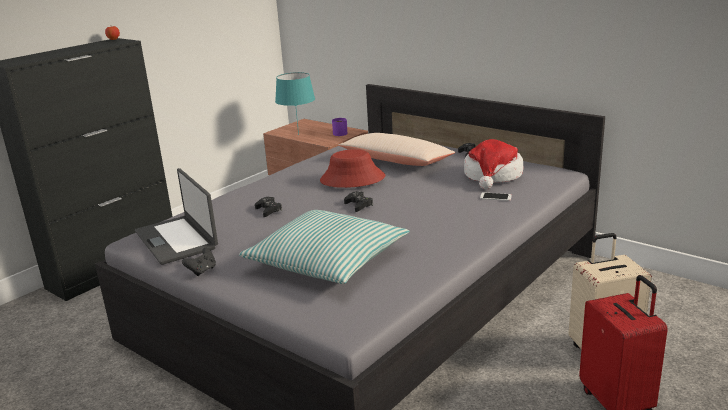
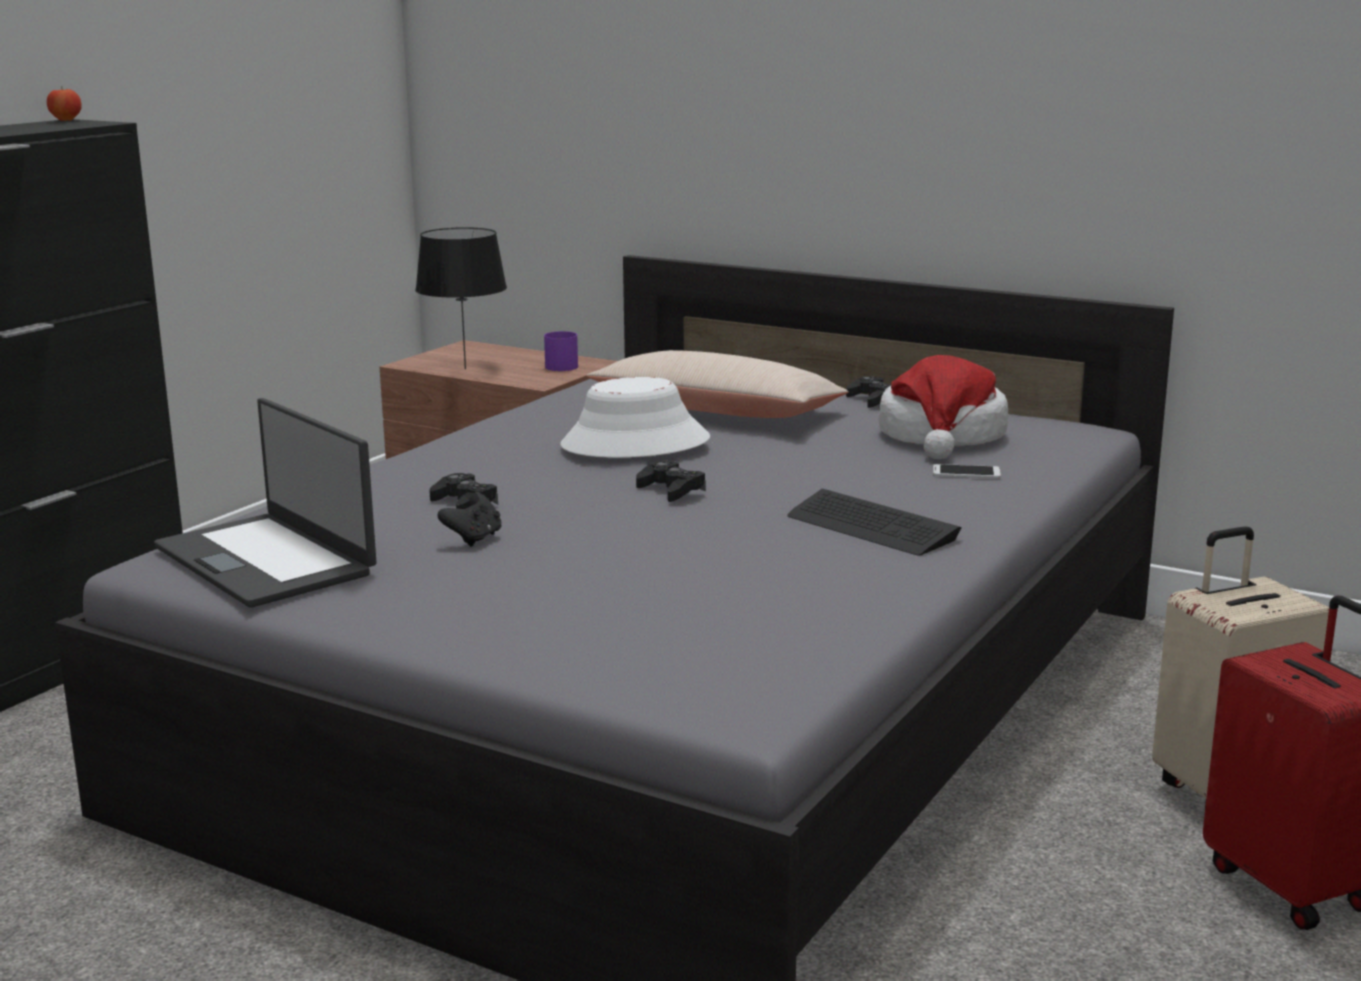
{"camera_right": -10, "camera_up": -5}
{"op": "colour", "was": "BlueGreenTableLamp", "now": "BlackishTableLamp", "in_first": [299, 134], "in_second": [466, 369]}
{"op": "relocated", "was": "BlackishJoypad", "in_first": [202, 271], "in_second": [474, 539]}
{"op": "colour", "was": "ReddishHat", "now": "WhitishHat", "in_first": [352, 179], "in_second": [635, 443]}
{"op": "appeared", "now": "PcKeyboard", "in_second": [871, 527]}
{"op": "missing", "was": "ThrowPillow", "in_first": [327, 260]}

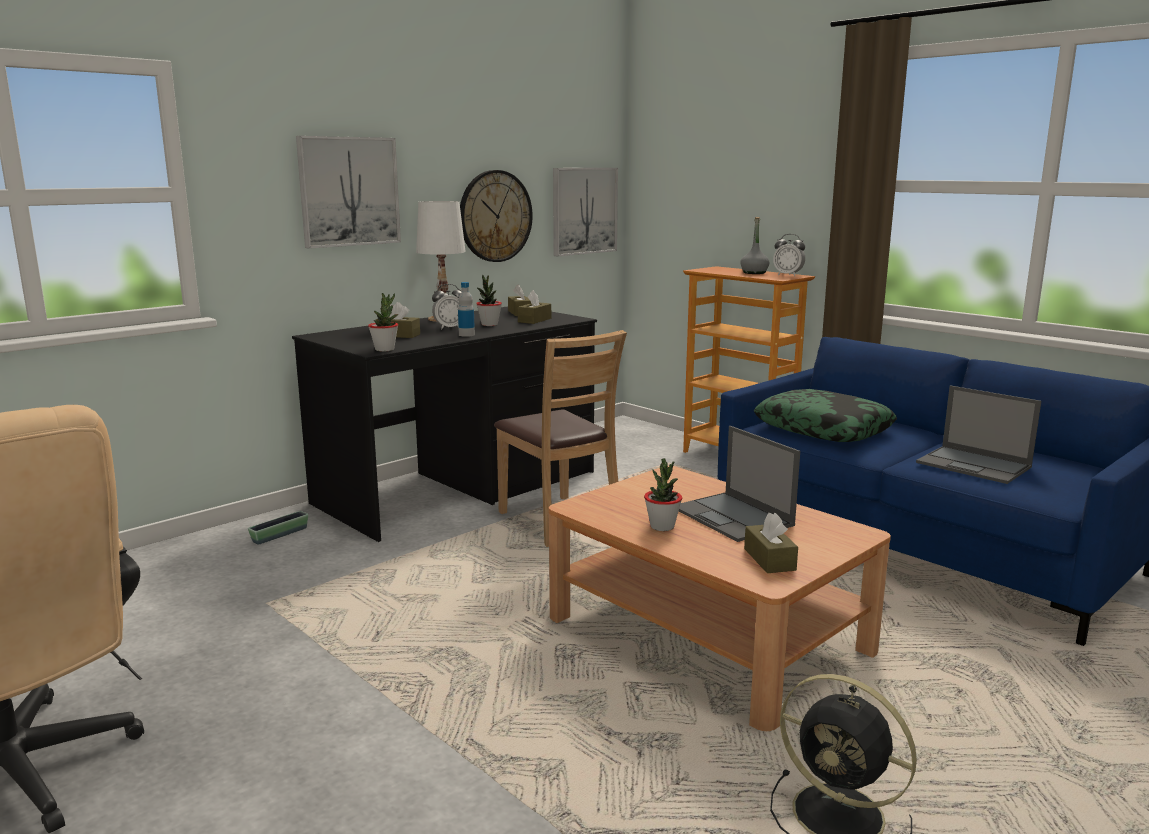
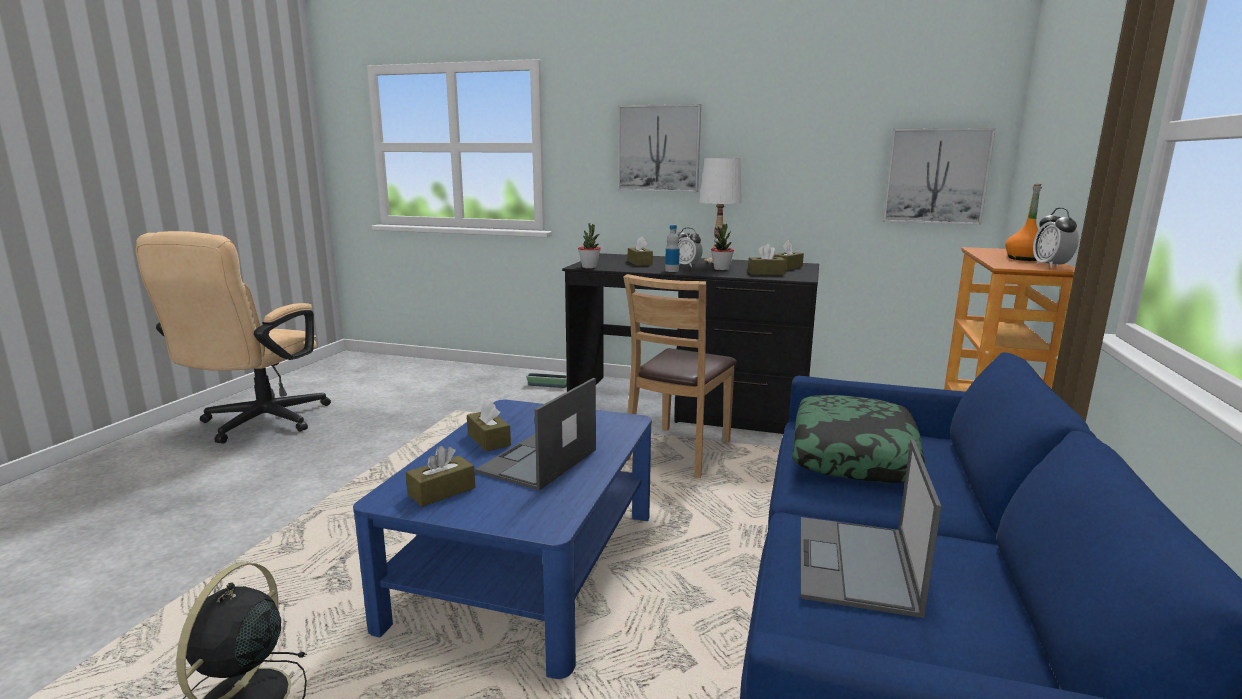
{"camera_right": 60, "camera_up": 0}
{"op": "colour", "was": "BrownLoungeTable", "now": "BluishLoungeTable", "in_first": [708, 634], "in_second": [528, 566]}
{"op": "exchanged", "was": "Houseplant", "now": "BrownBoxOfTissues", "in_first": [662, 527], "in_second": [489, 440]}
{"op": "colour", "was": "GrayBeverageBottle", "now": "OrangeyBeverageBottle", "in_first": [754, 273], "in_second": [1024, 259]}
{"op": "missing", "was": "WallClock", "in_first": [495, 216]}

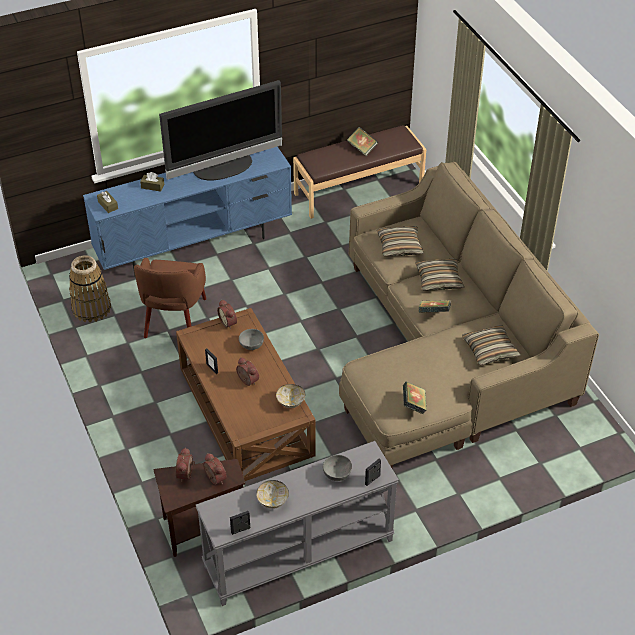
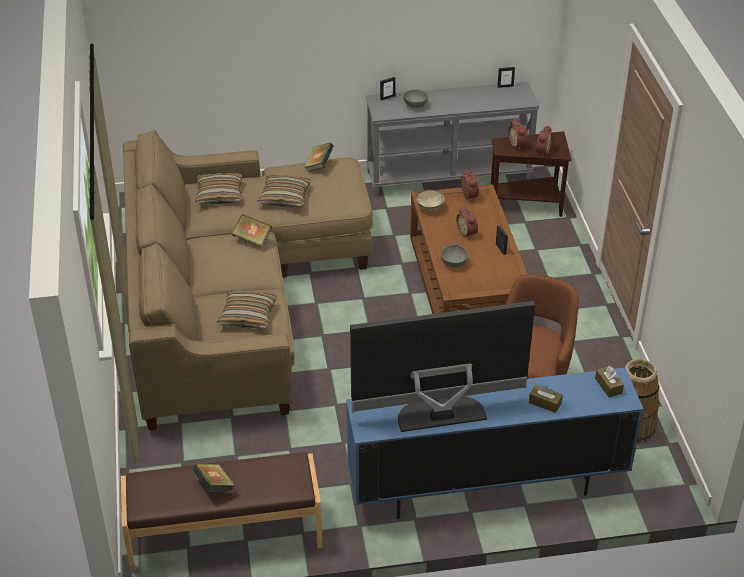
{"camera_right": -165, "camera_up": -5}
{"op": "relocated", "was": "ThrowPillow", "in_first": [439, 280], "in_second": [284, 197]}
{"op": "relocated", "was": "AlarmClock", "in_first": [229, 322], "in_second": [467, 196]}
{"op": "missing", "was": "Bowl", "in_first": [272, 501]}

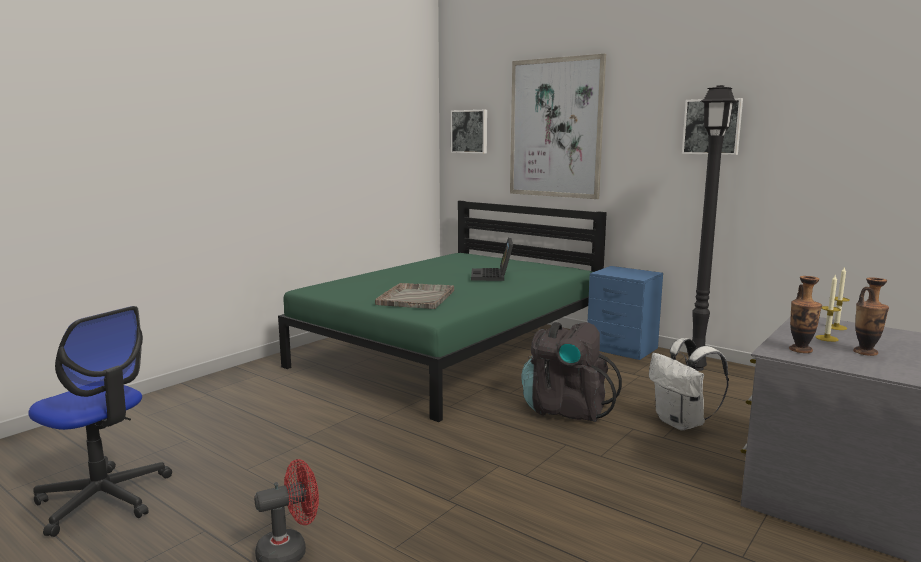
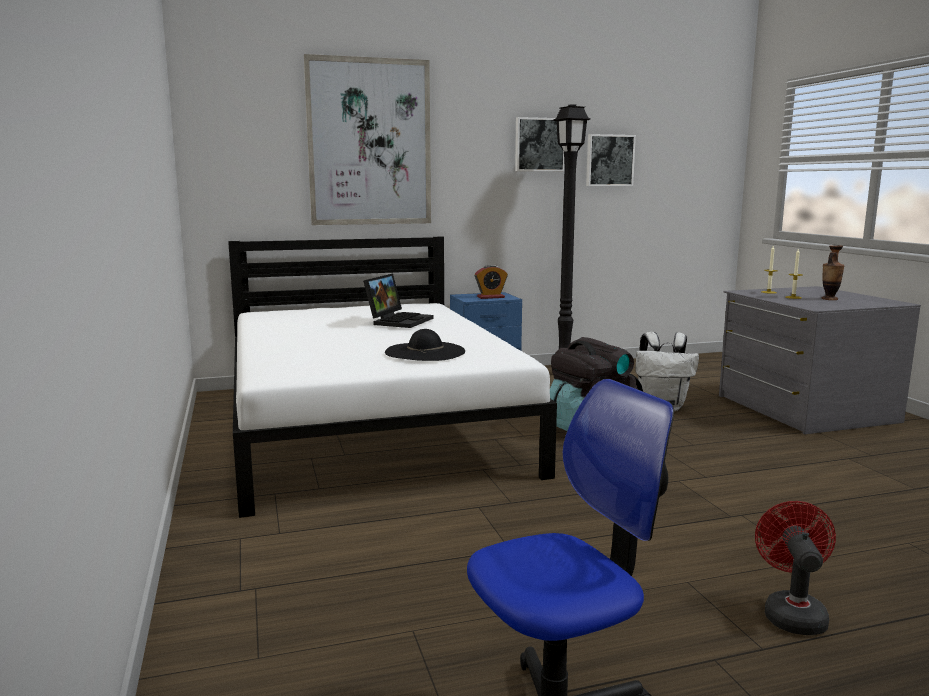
{"camera_right": -55, "camera_up": 0}
{"op": "colour", "was": "GreenishBed", "now": "WhitishBed", "in_first": [452, 351], "in_second": [369, 426]}
{"op": "spun", "was": "Laptop", "in_first": [492, 276], "in_second": [398, 321], "clockwise": -105}
{"op": "exchanged", "was": "GrayTray", "now": "BlackishHat", "in_first": [416, 297], "in_second": [425, 352]}
{"op": "appeared", "now": "AlarmClock", "in_second": [490, 297]}
{"op": "relocated", "was": "WallArt", "in_first": [470, 131], "in_second": [609, 160]}
{"op": "missing", "was": "FlowerVase", "in_first": [800, 350]}

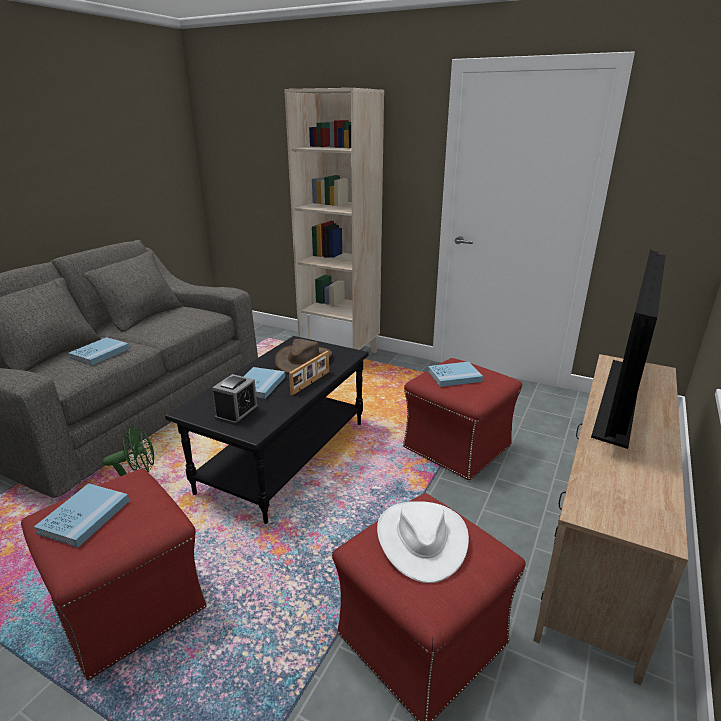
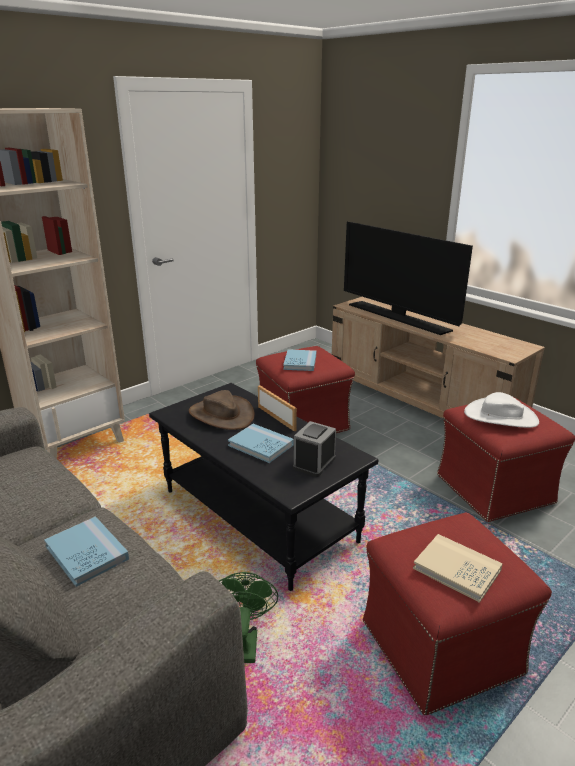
{"camera_right": -70, "camera_up": 0}
{"op": "spun", "was": "AlarmClock", "in_first": [237, 413], "in_second": [314, 463], "clockwise": -105}
{"op": "colour", "was": "BluishBook", "now": "SandColouredBook", "in_first": [84, 516], "in_second": [456, 569]}

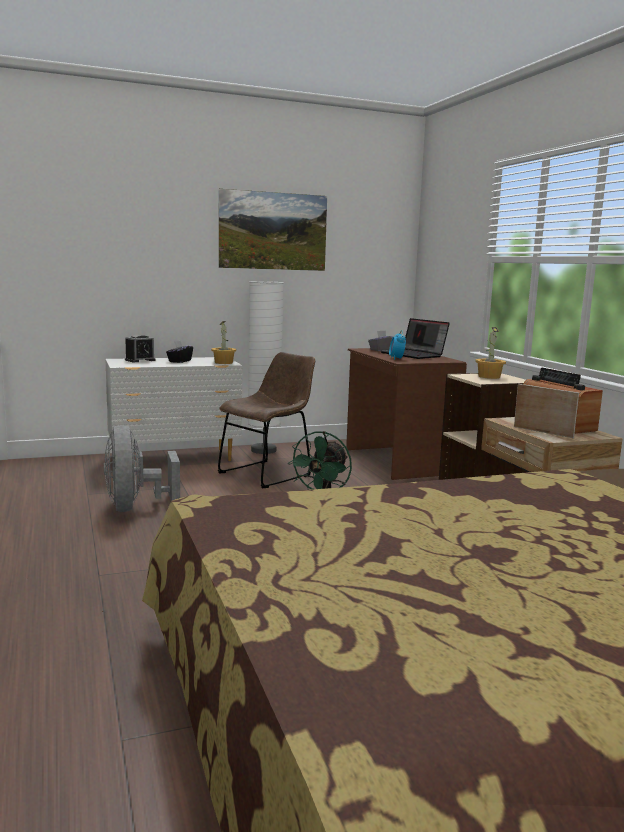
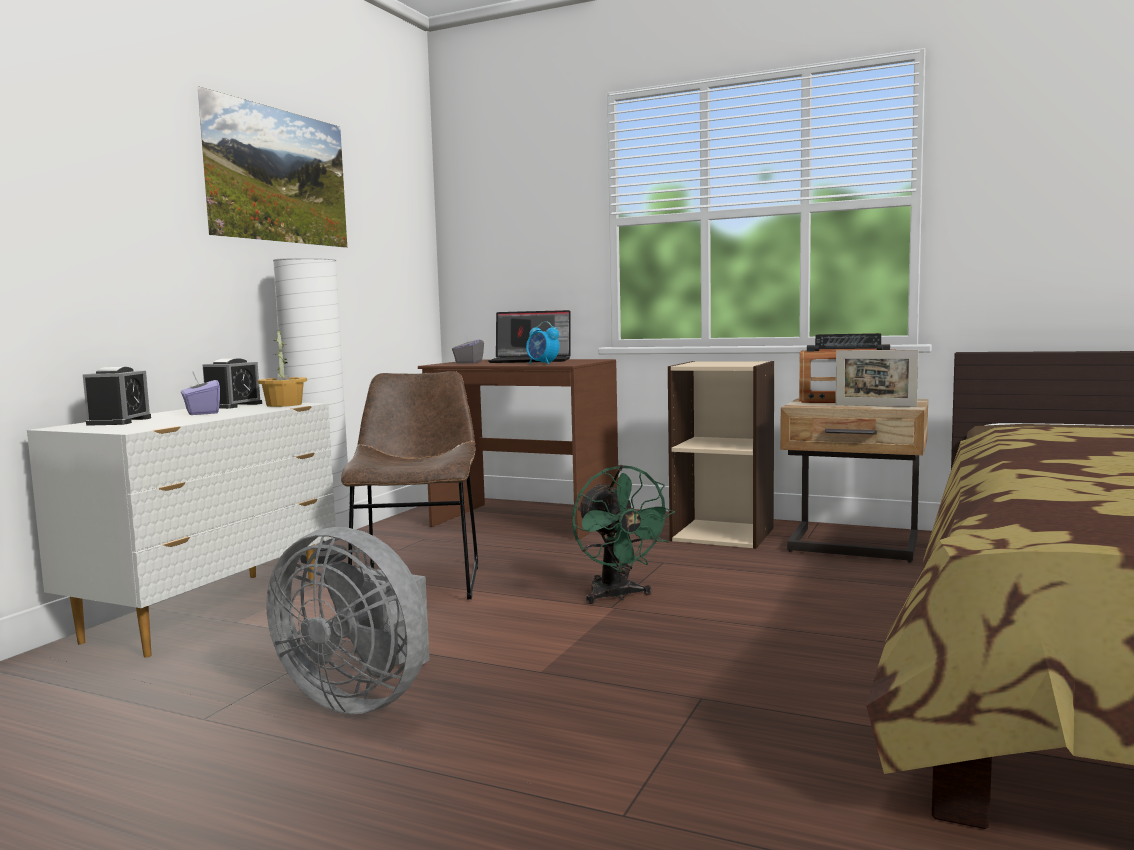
{"camera_right": -45, "camera_up": -5}
{"op": "colour", "was": "BlackishBoxOfTissues", "now": "PurpleColouredBoxOfTissues", "in_first": [179, 361], "in_second": [201, 413]}
{"op": "appeared", "now": "AlarmClock", "in_second": [233, 405]}
{"op": "spun", "was": "PhotoFrame", "in_first": [542, 432], "in_second": [875, 406], "clockwise": -150}
{"op": "missing", "was": "Houseplant", "in_first": [489, 376]}

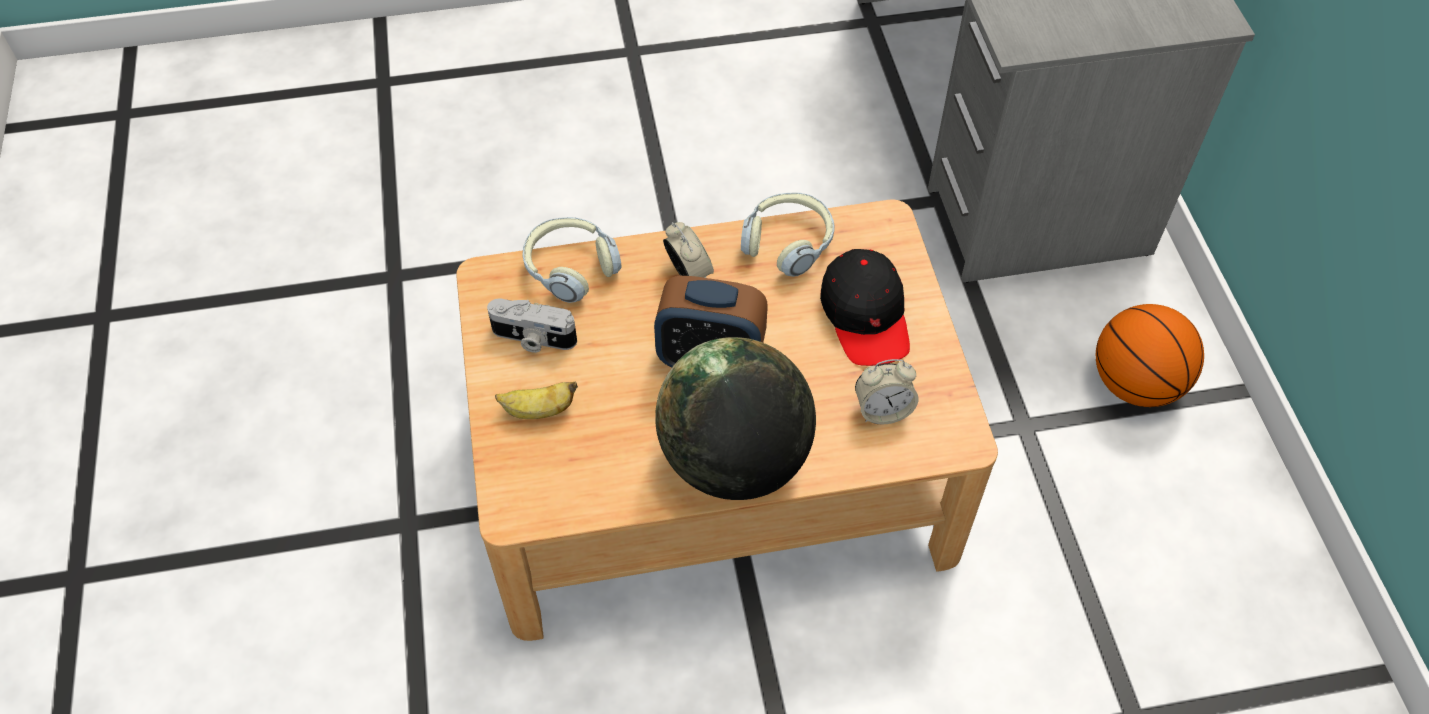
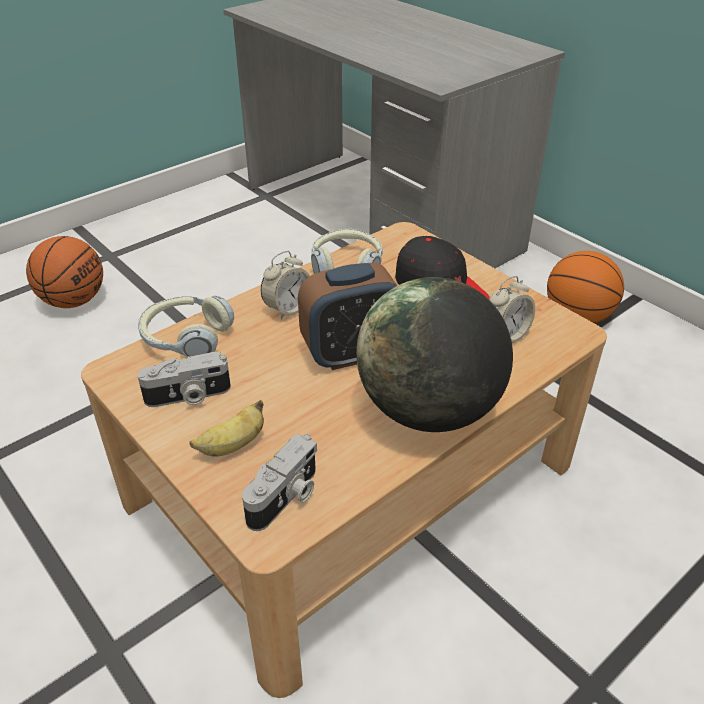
{"camera_right": -30, "camera_up": -15}
{"op": "appeared", "now": "Basketball", "in_second": [73, 301]}
{"op": "appeared", "now": "PhotoCamera", "in_second": [286, 497]}
{"op": "spun", "was": "AlarmClock", "in_first": [688, 273], "in_second": [288, 309], "clockwise": 105}

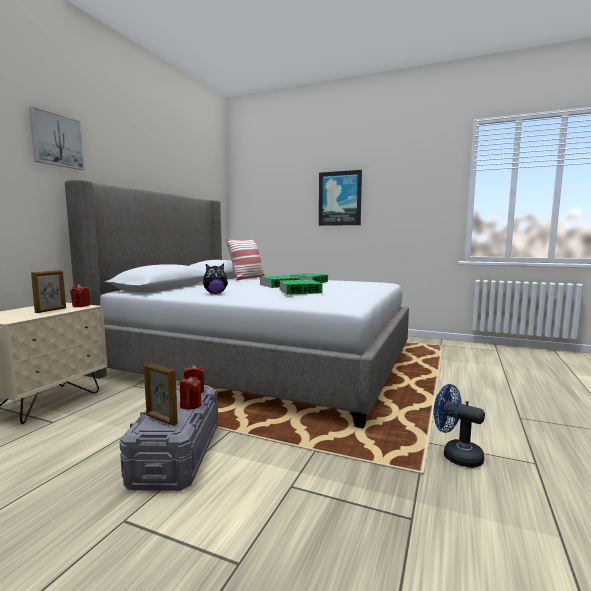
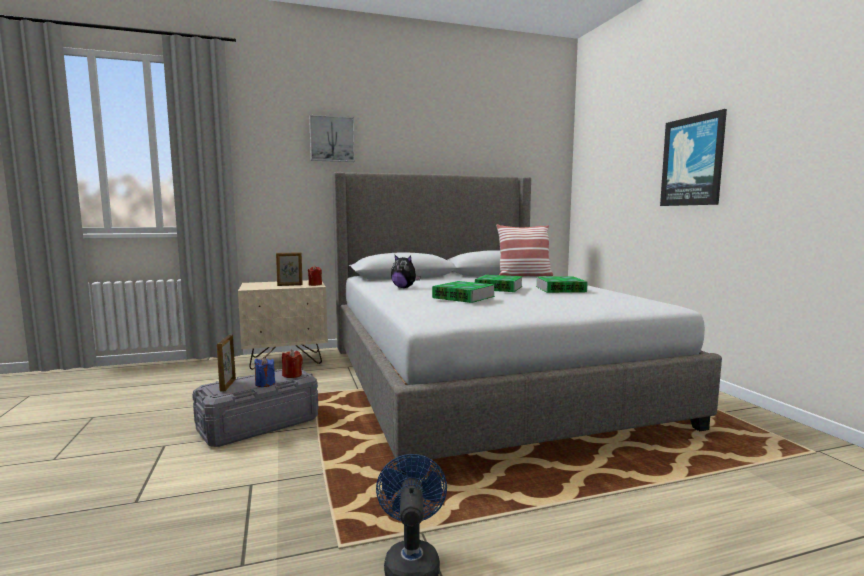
{"camera_right": 50, "camera_up": 0}
{"op": "colour", "was": "ReddishWaxLight", "now": "BluishWaxLight", "in_first": [191, 405], "in_second": [265, 384]}

